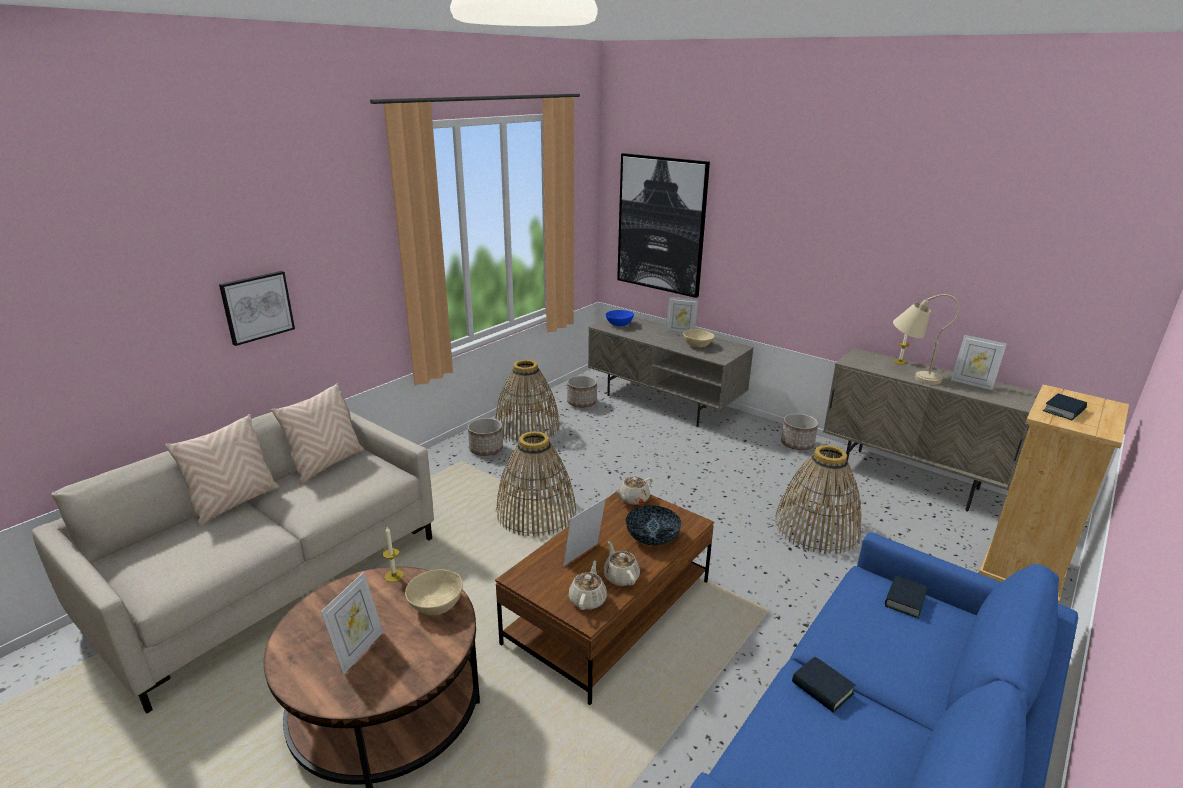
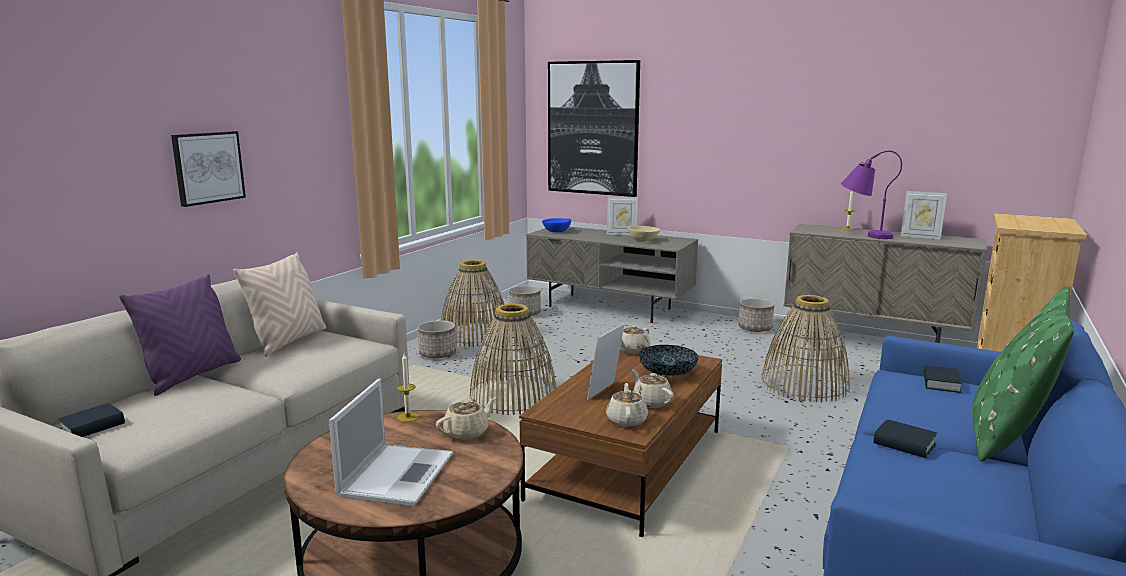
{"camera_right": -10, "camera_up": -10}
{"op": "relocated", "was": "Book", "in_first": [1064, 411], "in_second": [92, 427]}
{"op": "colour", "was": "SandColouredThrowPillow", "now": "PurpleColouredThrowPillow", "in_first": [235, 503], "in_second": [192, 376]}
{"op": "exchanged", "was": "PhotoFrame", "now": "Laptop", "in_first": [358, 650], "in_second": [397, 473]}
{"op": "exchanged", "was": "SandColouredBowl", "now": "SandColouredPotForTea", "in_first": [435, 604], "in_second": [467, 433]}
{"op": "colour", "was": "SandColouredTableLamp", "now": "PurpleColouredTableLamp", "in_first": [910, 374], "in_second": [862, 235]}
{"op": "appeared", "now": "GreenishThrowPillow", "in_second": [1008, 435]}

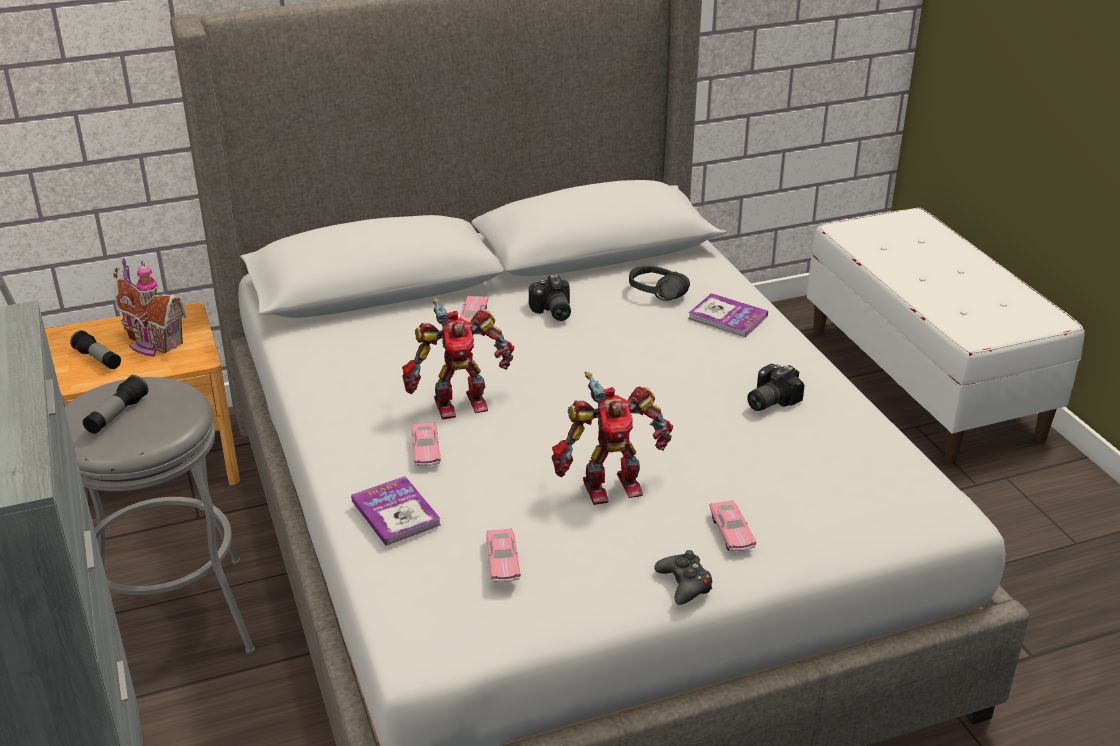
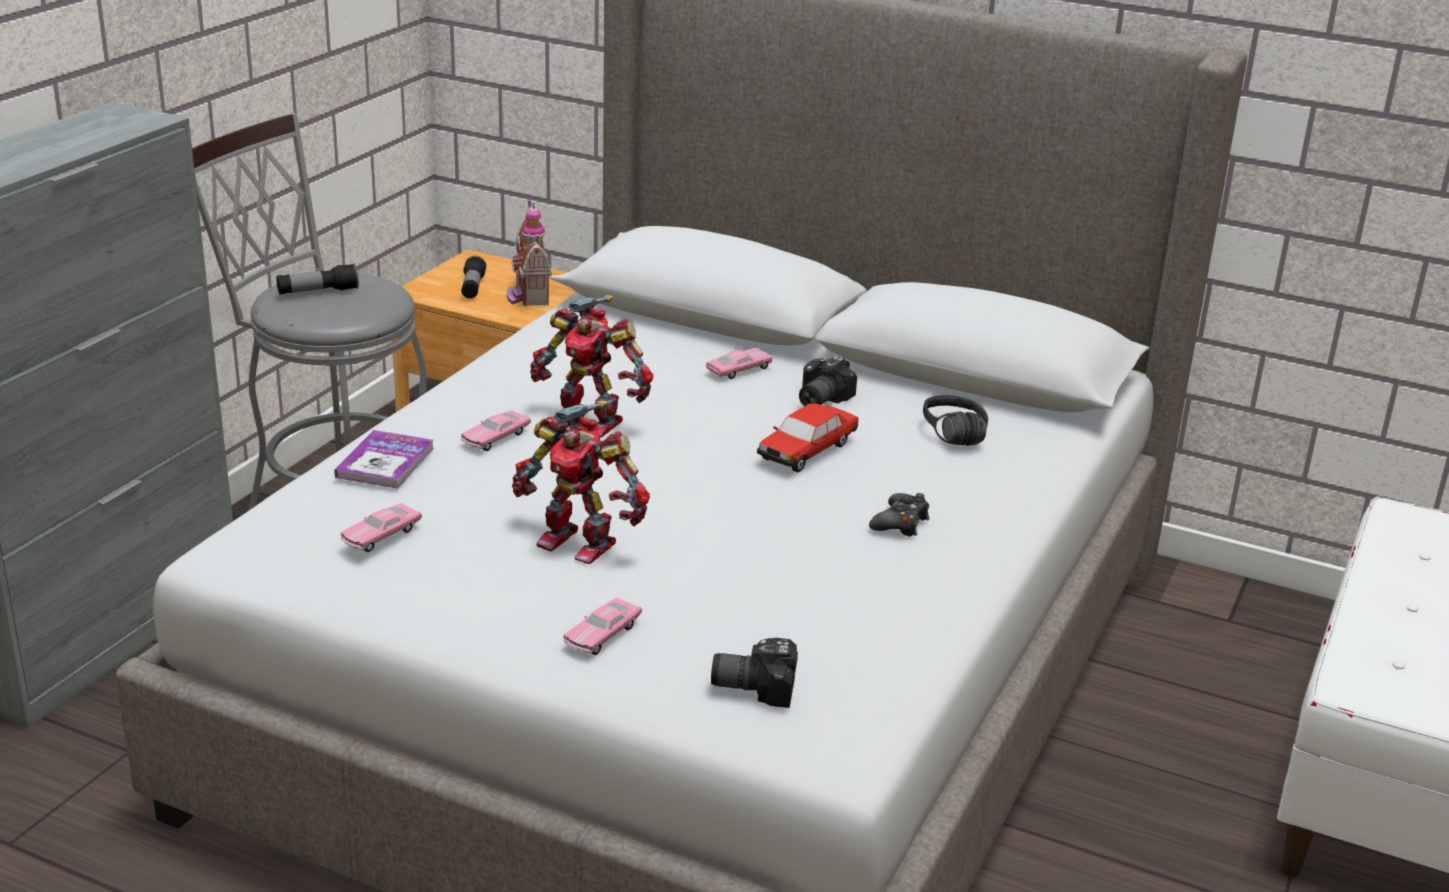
{"camera_right": 45, "camera_up": -5}
{"op": "relocated", "was": "PhotoCamera", "in_first": [768, 400], "in_second": [754, 685]}
{"op": "appeared", "now": "ModelCar", "in_second": [807, 451]}
{"op": "relocated", "was": "BlackishJoypad", "in_first": [684, 584], "in_second": [900, 523]}
{"op": "missing", "was": "Book", "in_first": [727, 317]}

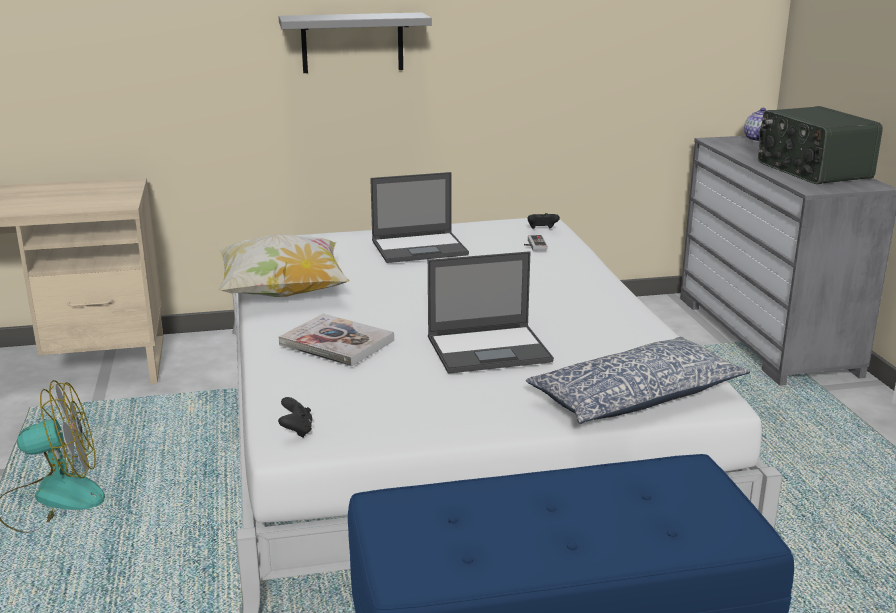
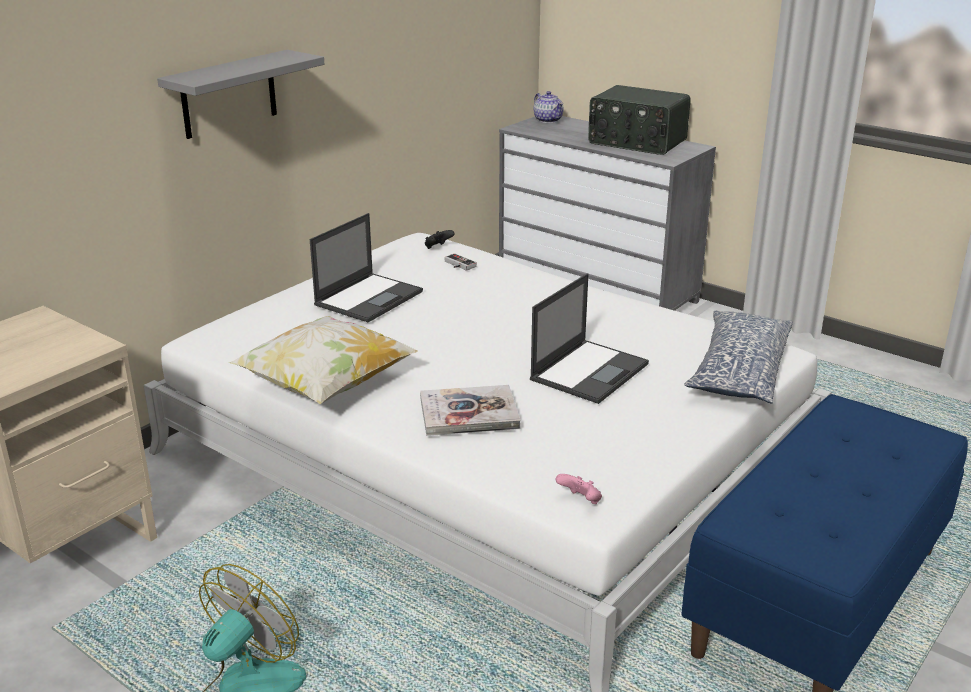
{"camera_right": -40, "camera_up": 5}
{"op": "colour", "was": "BlackishJoypad", "now": "PinkJoypad", "in_first": [296, 431], "in_second": [580, 501]}

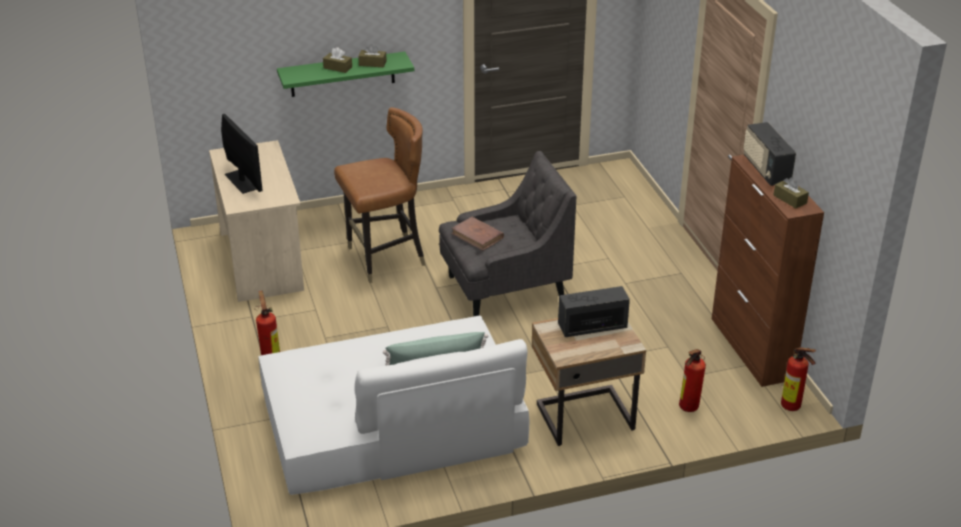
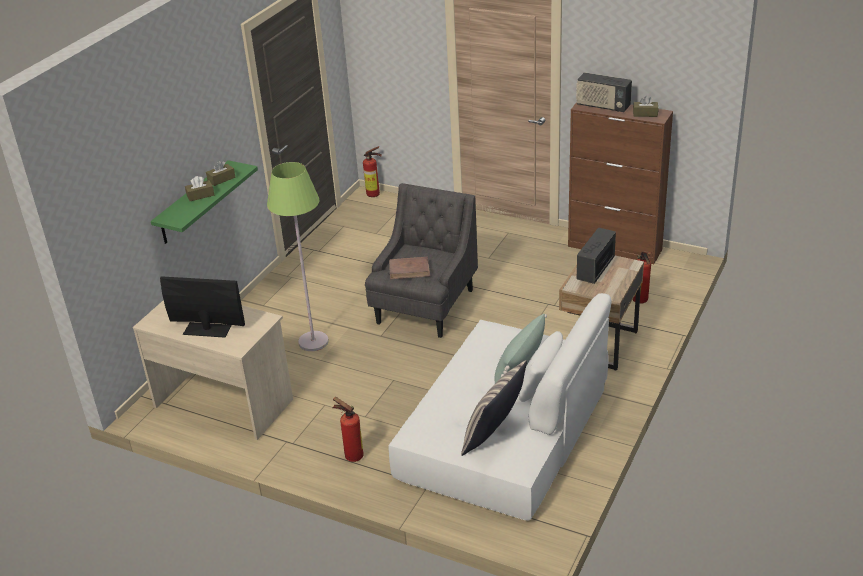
{"camera_right": -45, "camera_up": 0}
{"op": "exchanged", "was": "BrownUprightChair", "now": "GreenishFloorLamp", "in_first": [385, 259], "in_second": [313, 342]}
{"op": "relocated", "was": "FireFightingCylinder", "in_first": [792, 407], "in_second": [375, 195]}
{"op": "appeared", "now": "ThrowPillow", "in_second": [494, 436]}

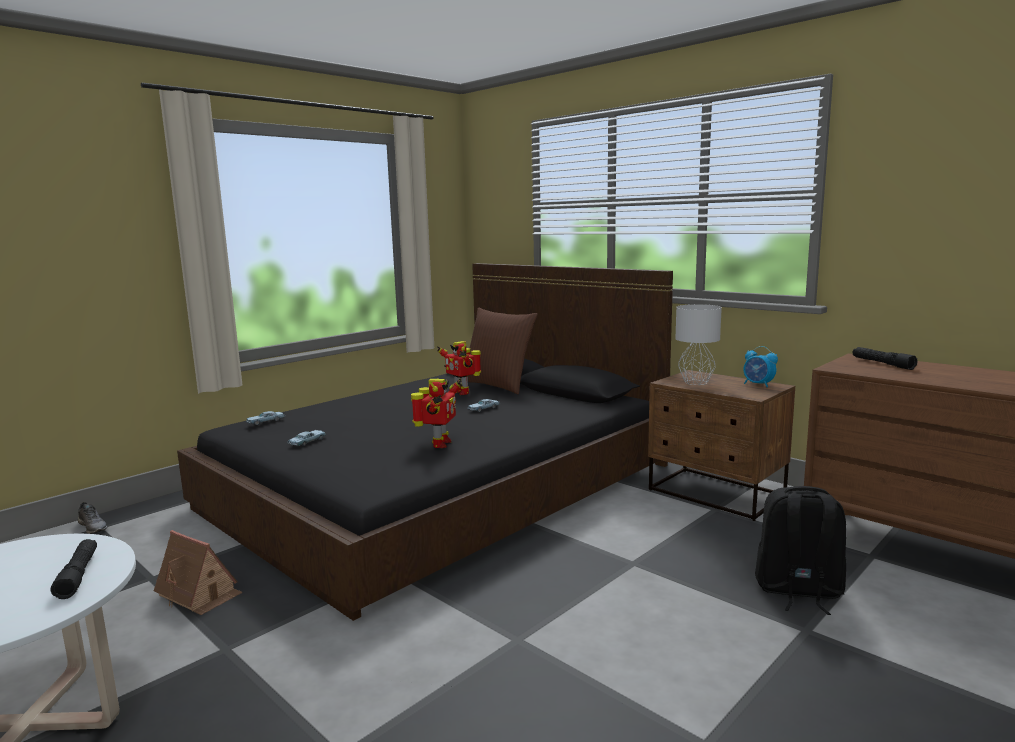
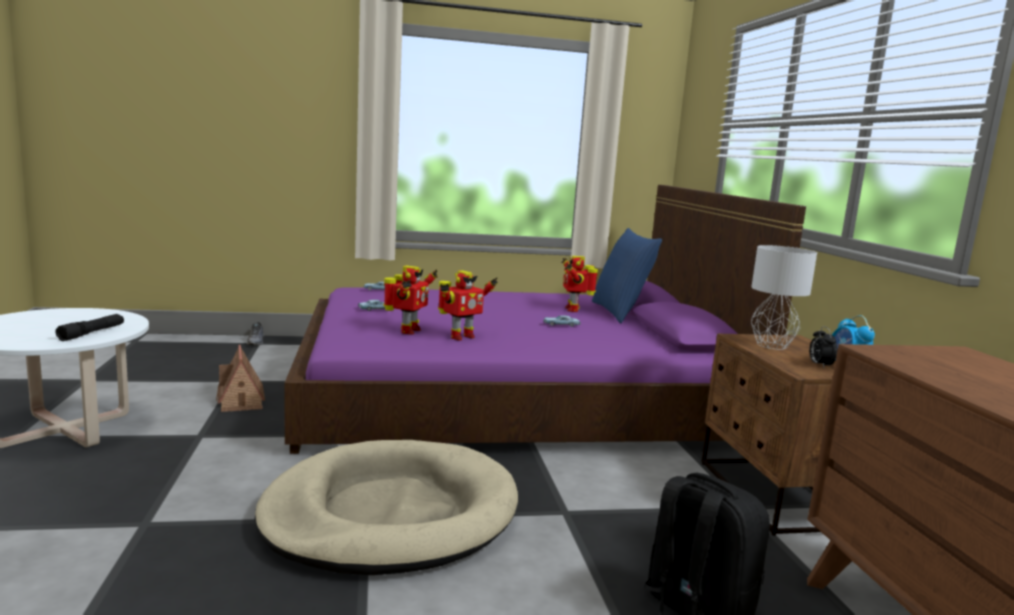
{"camera_right": 35, "camera_up": 0}
{"op": "appeared", "now": "SandColouredDogCushion", "in_second": [390, 514]}
{"op": "colour", "was": "BlackishBed", "now": "PurpleColouredBed", "in_first": [442, 485], "in_second": [512, 392]}
{"op": "appeared", "now": "ToyRobot", "in_second": [408, 331]}
{"op": "colour", "was": "BrownThrowPillow", "now": "BluishThrowPillow", "in_first": [498, 385], "in_second": [620, 313]}
{"op": "appeared", "now": "AlarmClock", "in_second": [819, 365]}
{"op": "missing", "was": "BlackishFlashlight", "in_first": [882, 364]}

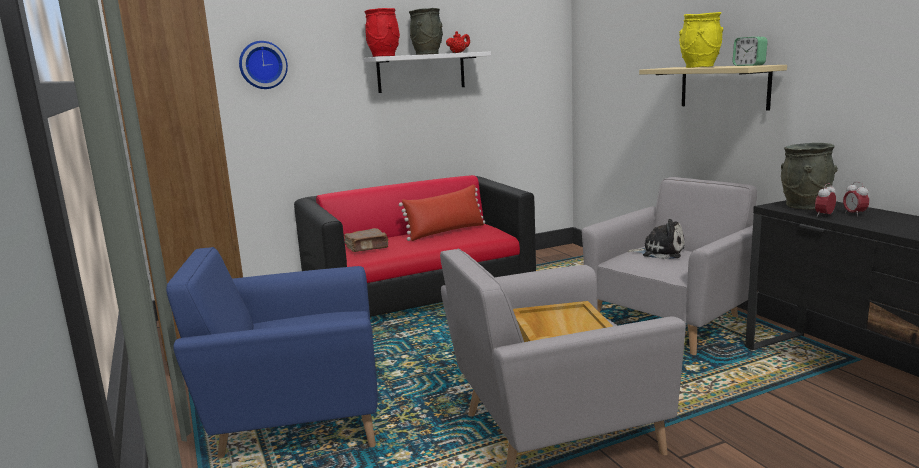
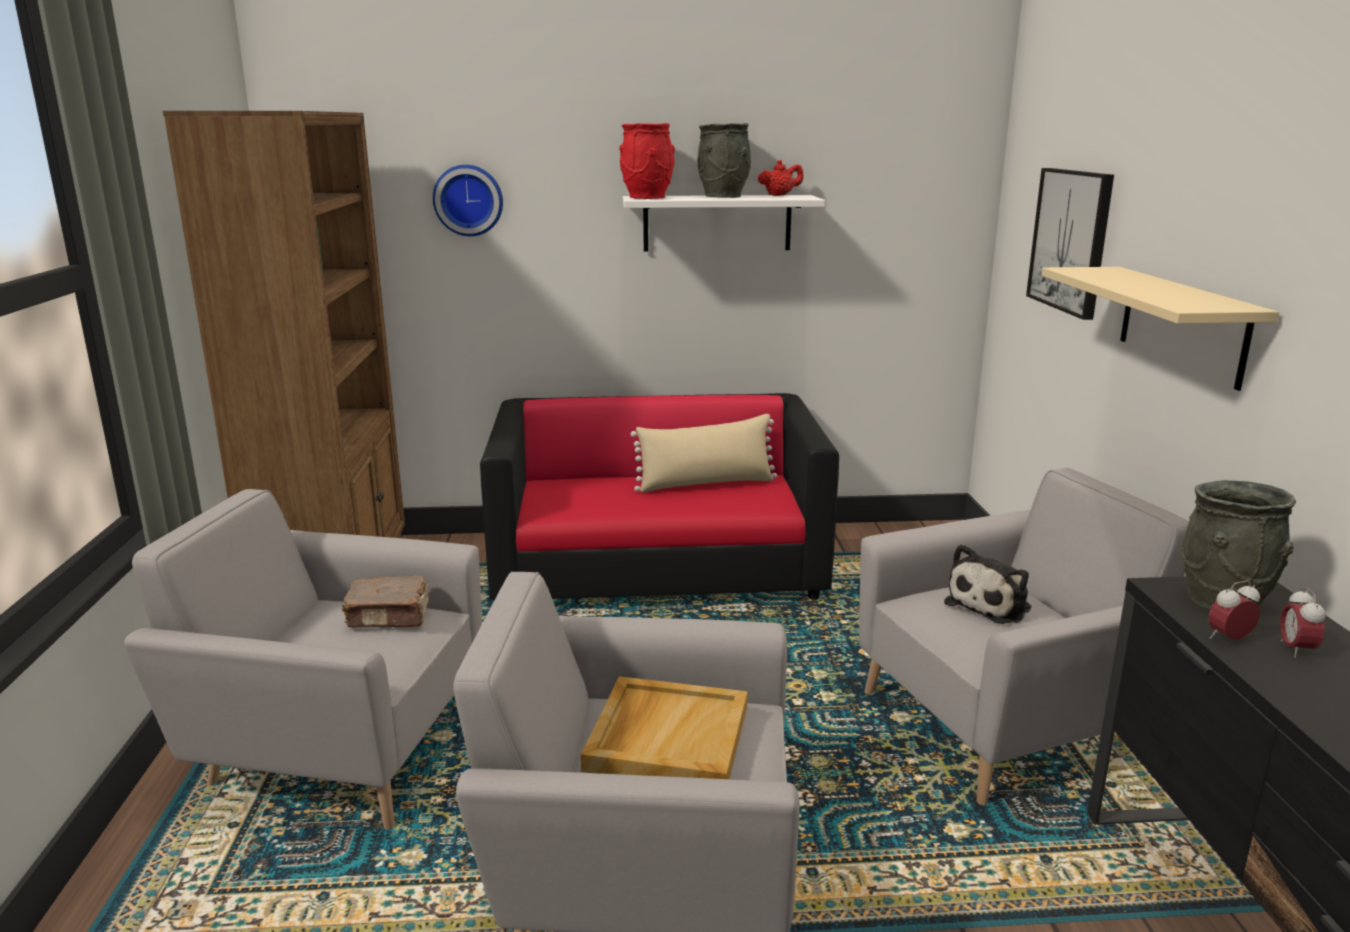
{"camera_right": 20, "camera_up": 5}
{"op": "colour", "was": "BluishLoungeChair", "now": "GrayLoungeChair", "in_first": [295, 419], "in_second": [337, 748]}
{"op": "relocated", "was": "BrownBook", "in_first": [367, 248], "in_second": [389, 617]}
{"op": "colour", "was": "ReddishThrowPillow", "now": "SandColouredThrowPillow", "in_first": [446, 232], "in_second": [706, 483]}
{"op": "spun", "was": "PlushToy", "in_first": [660, 252], "in_second": [991, 605], "clockwise": 90}
{"op": "appeared", "now": "WallArt", "in_second": [1071, 240]}
{"op": "missing", "was": "YellowishFlowerVase", "in_first": [699, 67]}
{"op": "missing", "was": "AlarmClock", "in_first": [749, 65]}

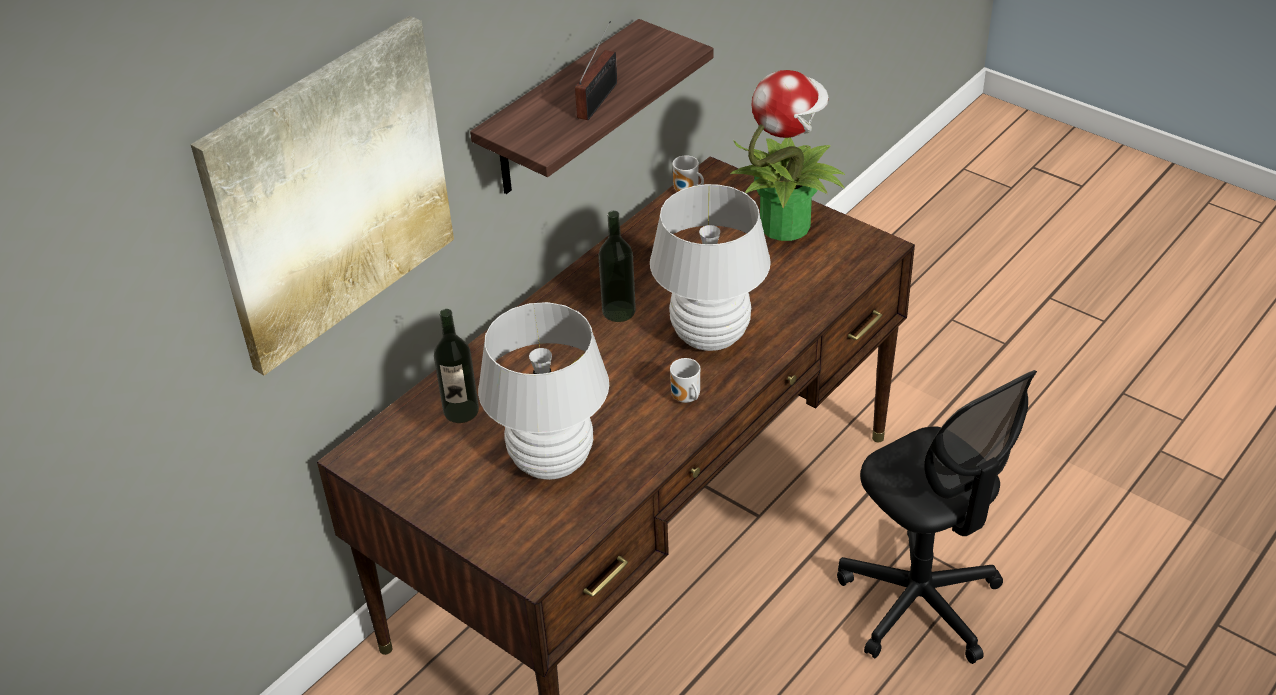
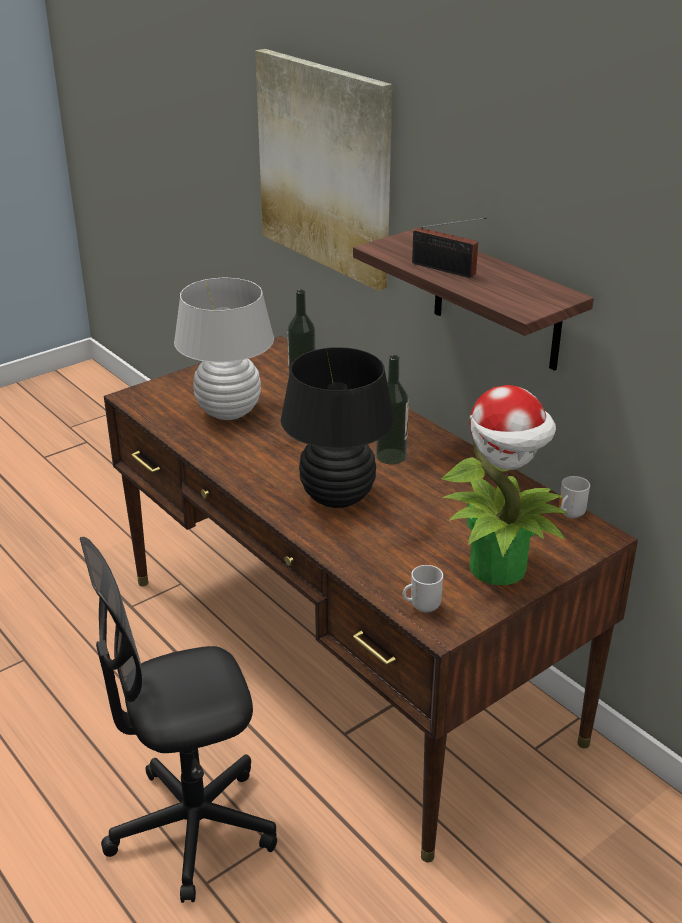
{"camera_right": 100, "camera_up": -10}
{"op": "colour", "was": "WhitishTableLamp", "now": "BlackishTableLamp", "in_first": [710, 336], "in_second": [337, 497]}
{"op": "relocated", "was": "TeaMug", "in_first": [685, 399], "in_second": [422, 606]}

